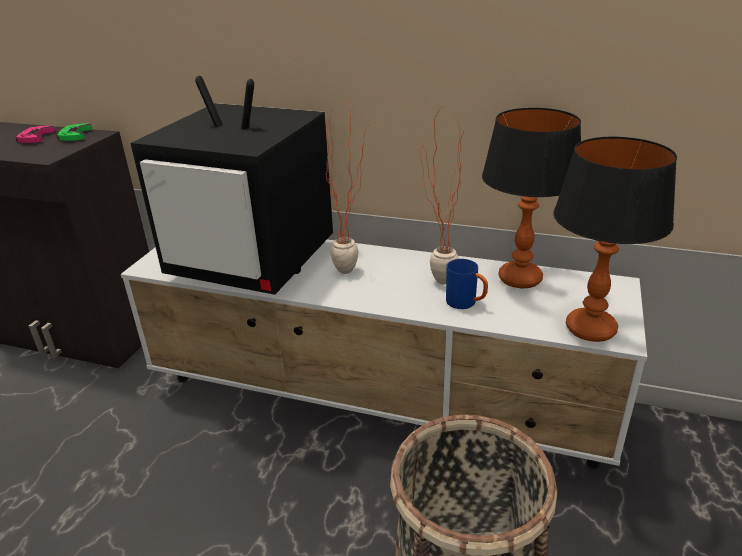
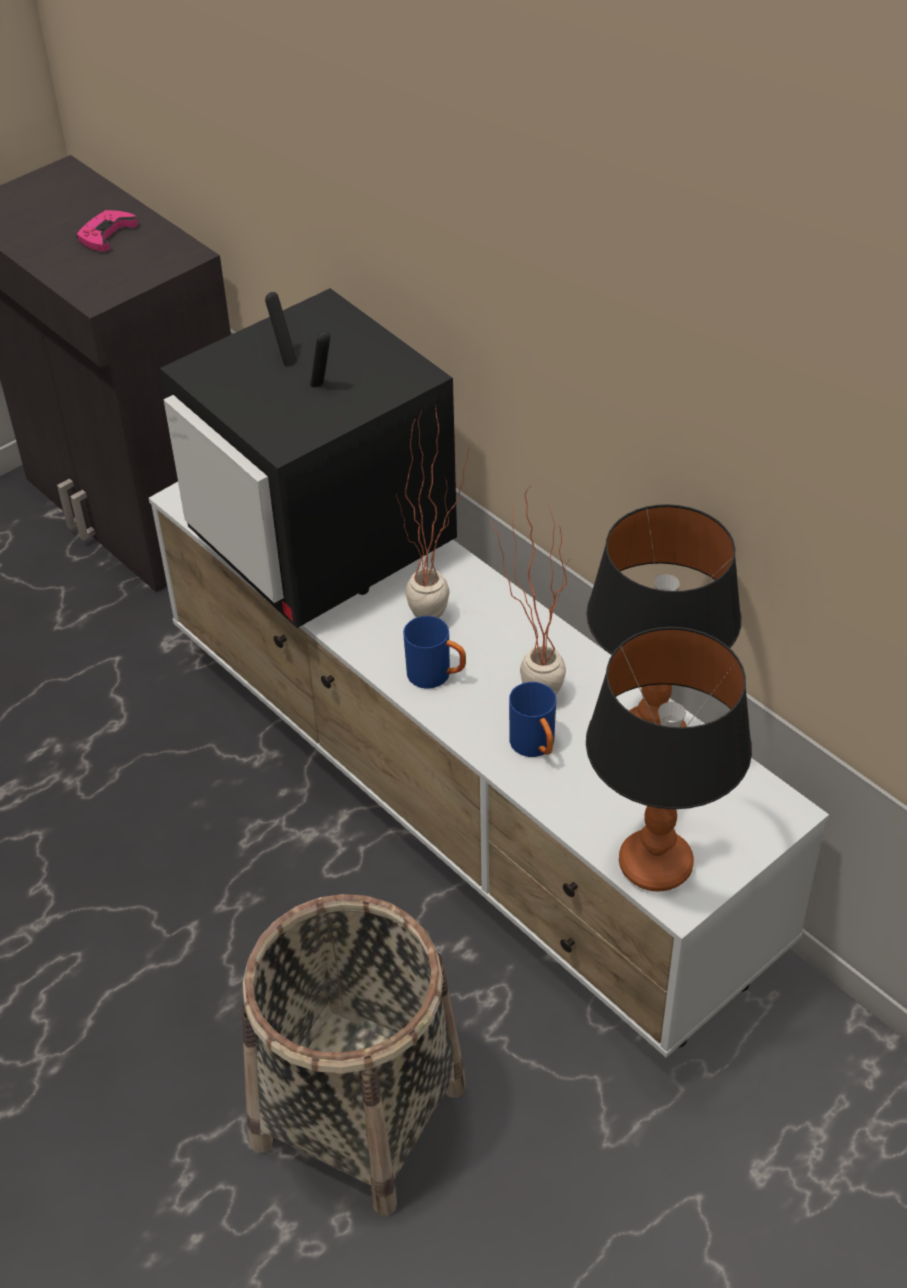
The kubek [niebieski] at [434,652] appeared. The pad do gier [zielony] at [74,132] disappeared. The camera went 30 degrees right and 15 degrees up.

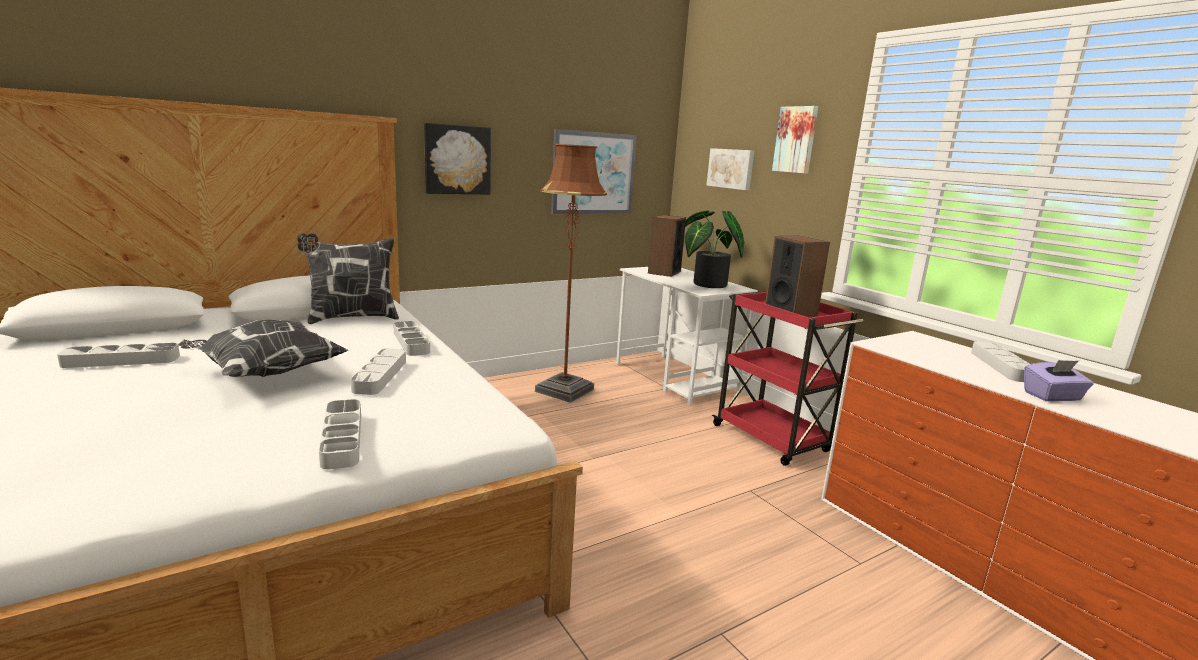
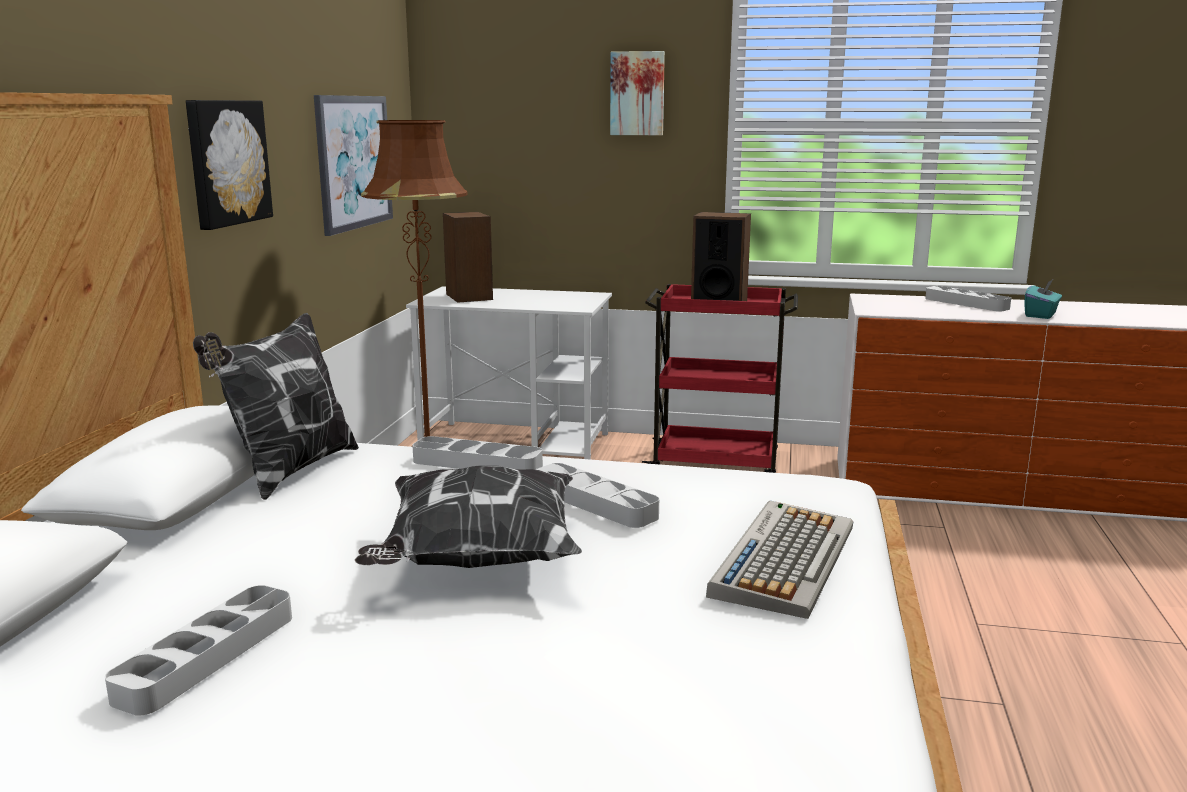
The taca [szary] at [340,434] was replaced by the klawiatura at [779,559]. The pudełko chusteczek [fioletowy] at [1059,381] became the pudełko chusteczek [turkusowy] at [1043,299]. The roślina doniczkowa at [713,249] disappeared. The obraz at [730,169] disappeared. The camera went 45 degrees left and 0 degrees up.

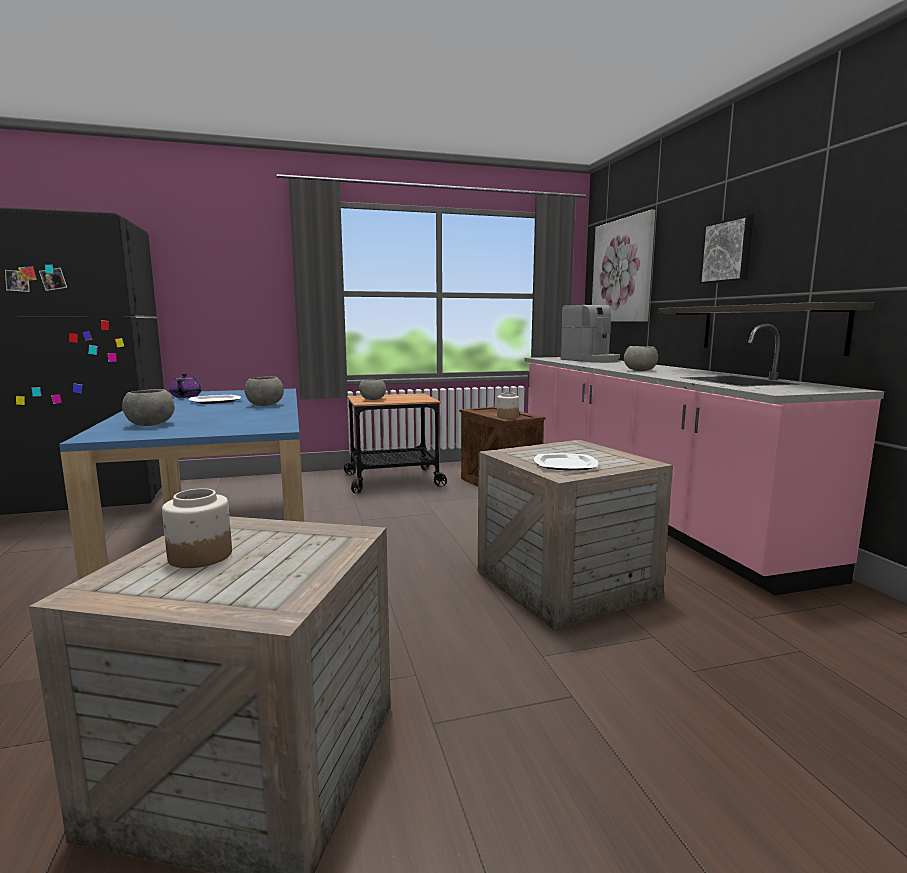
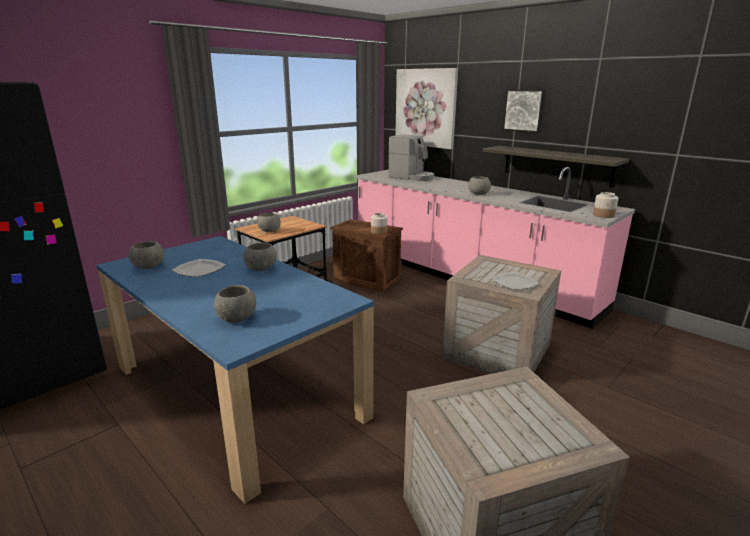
The imbryk [fioletowy] at [185,386] was replaced by the miska [szary] at [146,255]. The słoik moved from [197,528] to [606,205]. The camera went 30 degrees left and 10 degrees up.

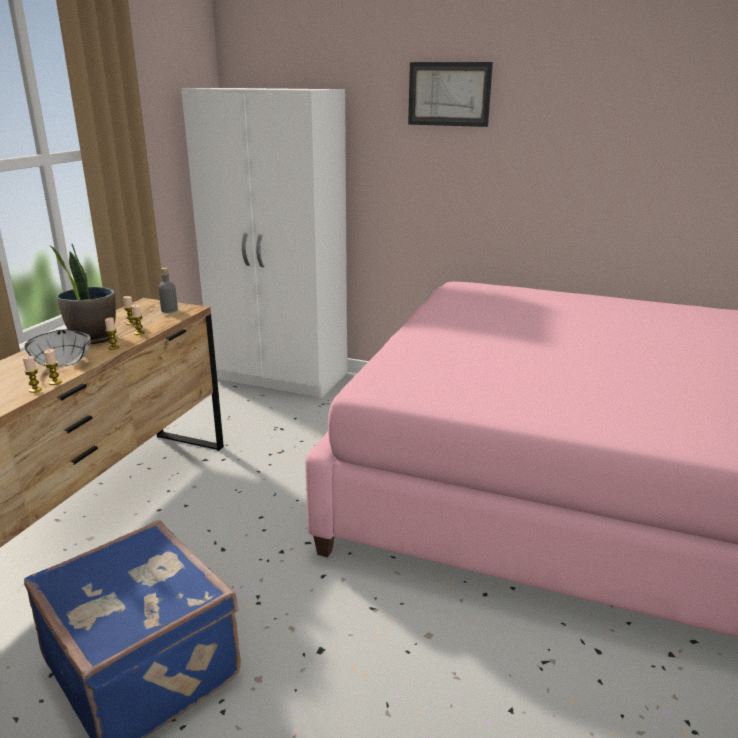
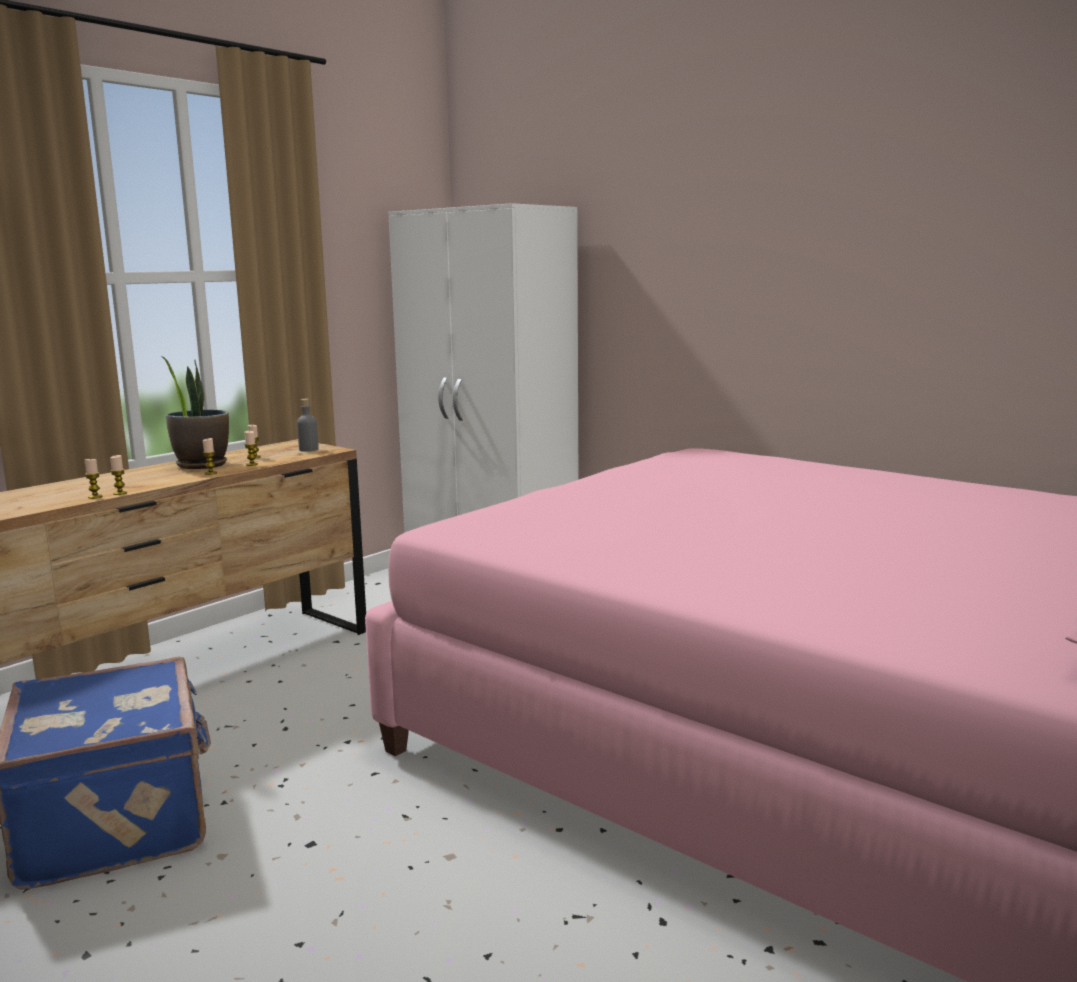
The miska [biały] at [57,348] disappeared. The obraz at [450,94] disappeared. The camera went 20 degrees right and 10 degrees down.

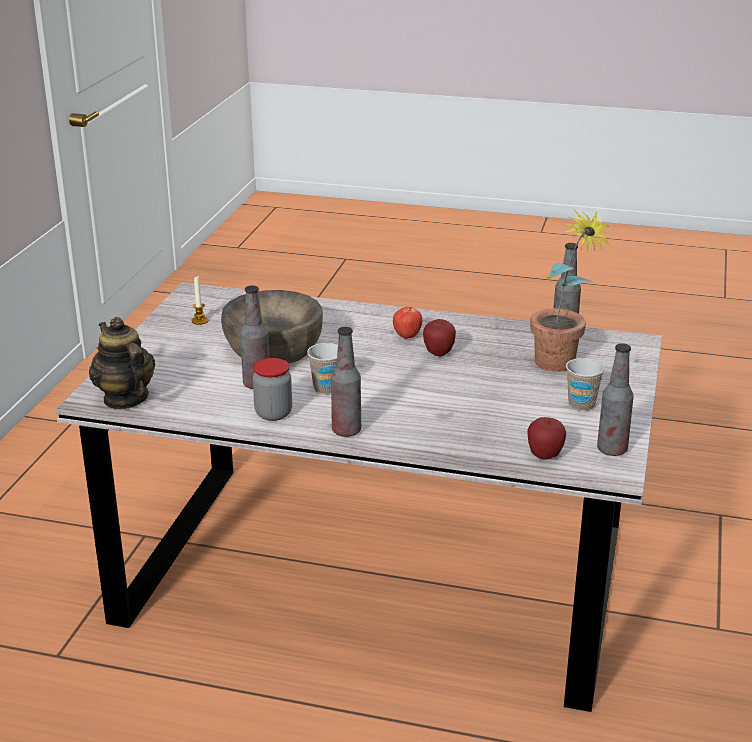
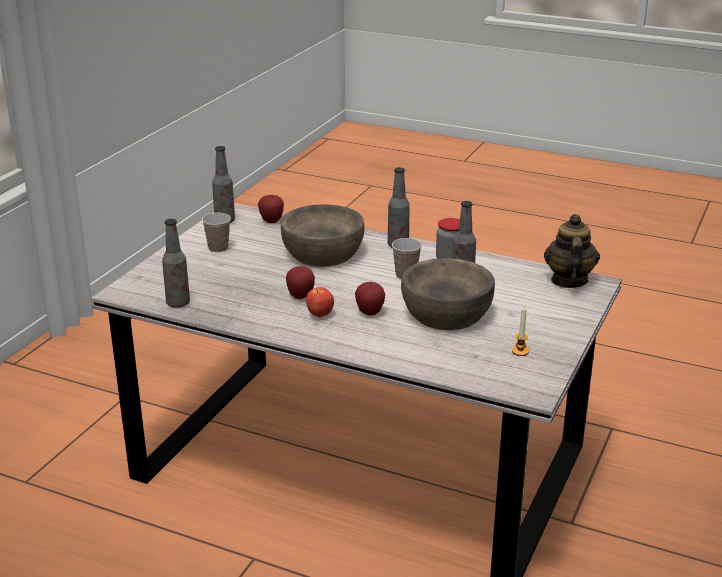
The miska [brązowy] at [323,235] appeared. The jabłko at [370,298] appeared. The imbryk at [122,363] turned 150 degrees counterclockwise. The roślina doniczkowa at [572,290] disappeared. The camera went 170 degrees left and 0 degrees up.

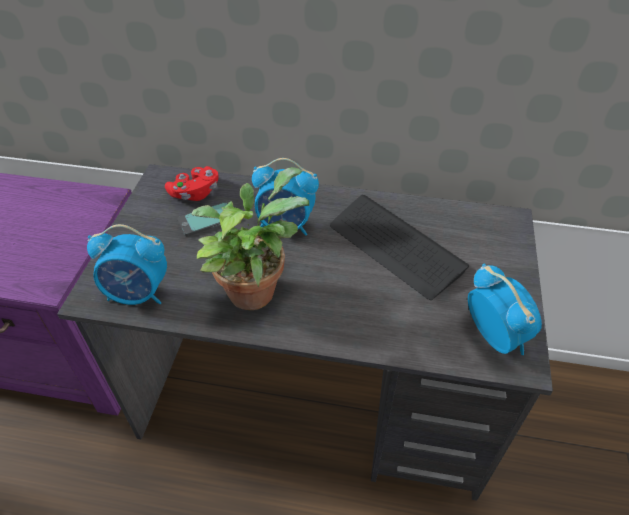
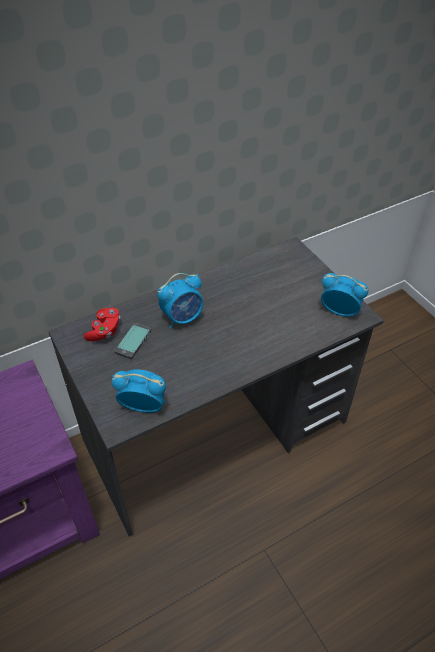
The budzik at [127,264] turned 135 degrees counterclockwise. The roślina doniczkowa at [250,238] disappeared. The klawiatura at [399,247] disappeared. The camera went 40 degrees left and 0 degrees up.

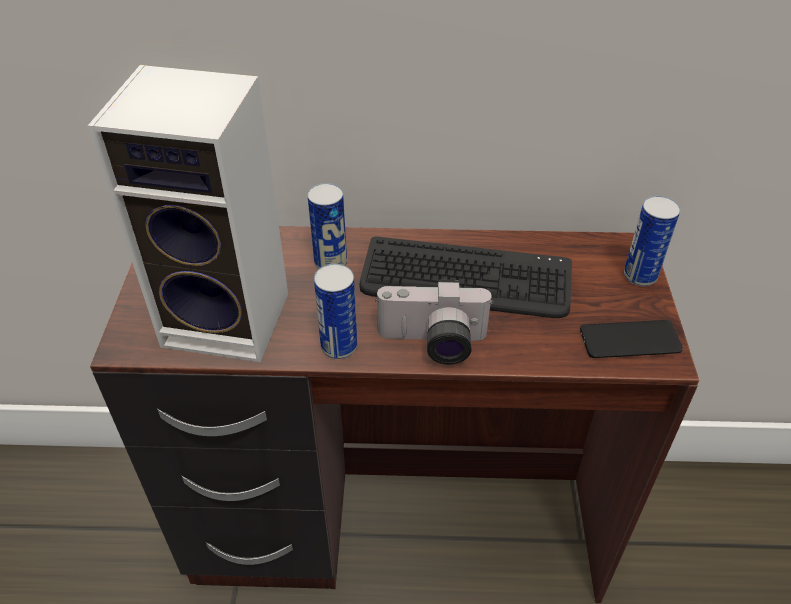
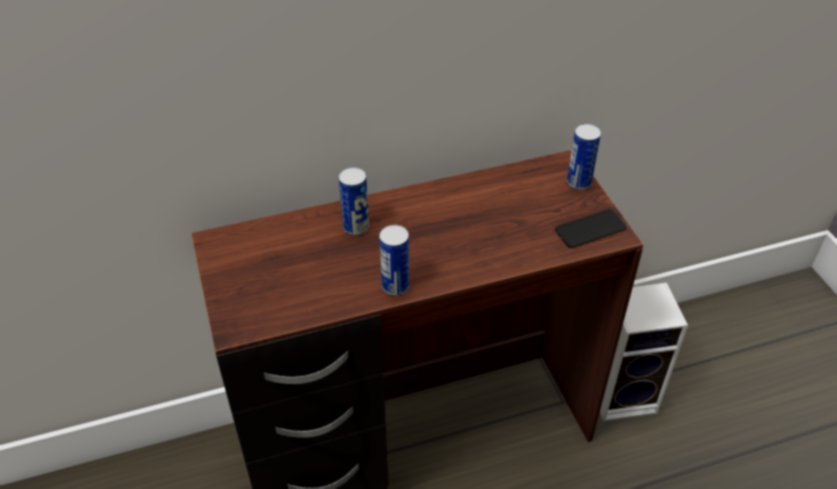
The głośnik moved from [188,213] to [644,352]. The klawiatura at [465,277] disappeared. The aparat fotograficzny at [434,322] disappeared. The camera went 20 degrees left and 0 degrees up.

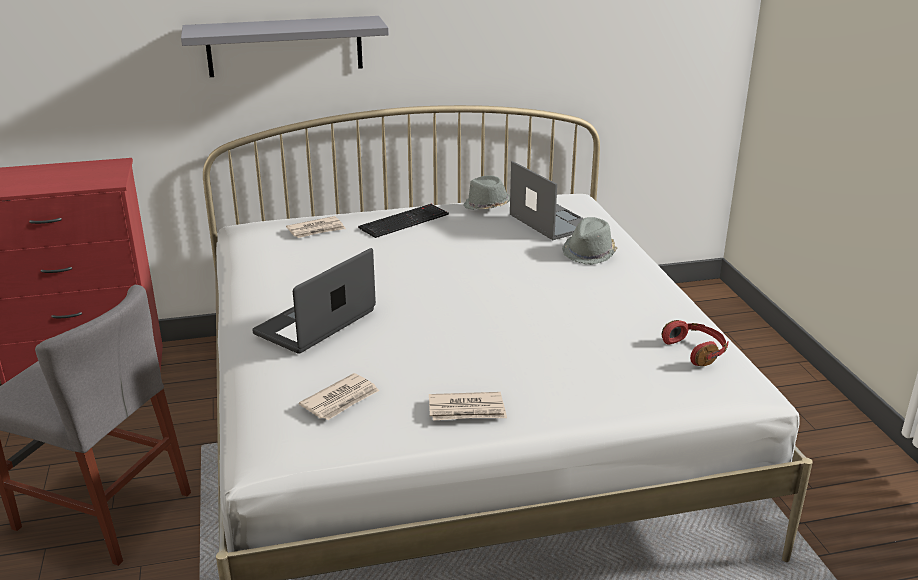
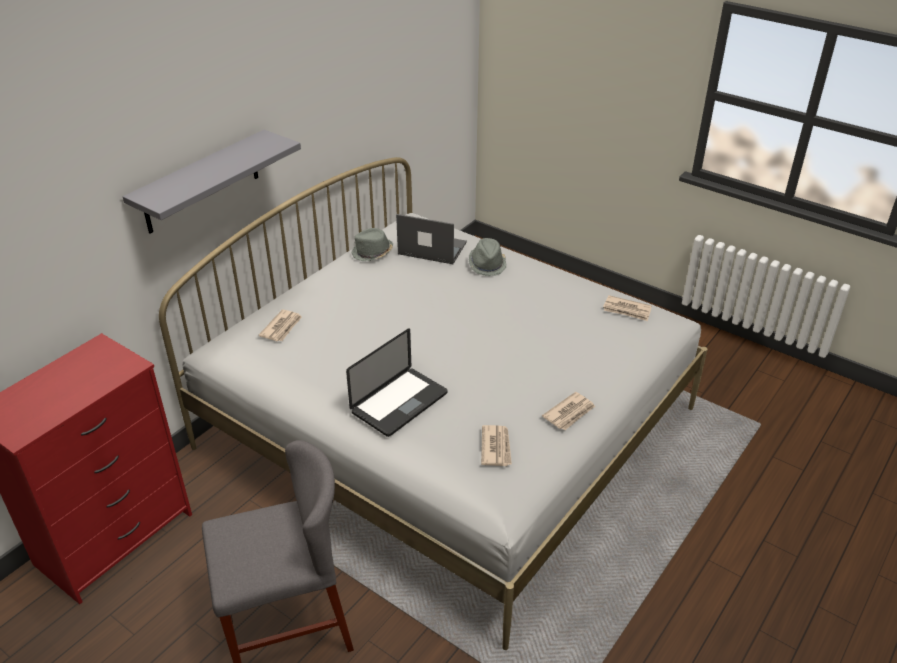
The laptop at [314,301] turned 135 degrees counterclockwise. The słuchawki [czerwony] at [695,343] was replaced by the gazeta at [627,308]. The klawiatura at [403,221] disappeared. The camera went 40 degrees left and 10 degrees up.

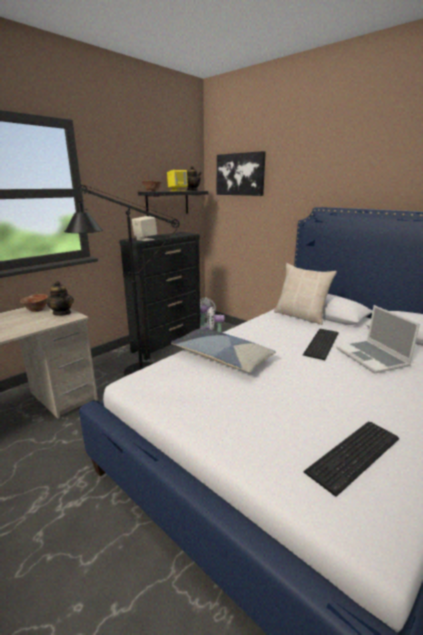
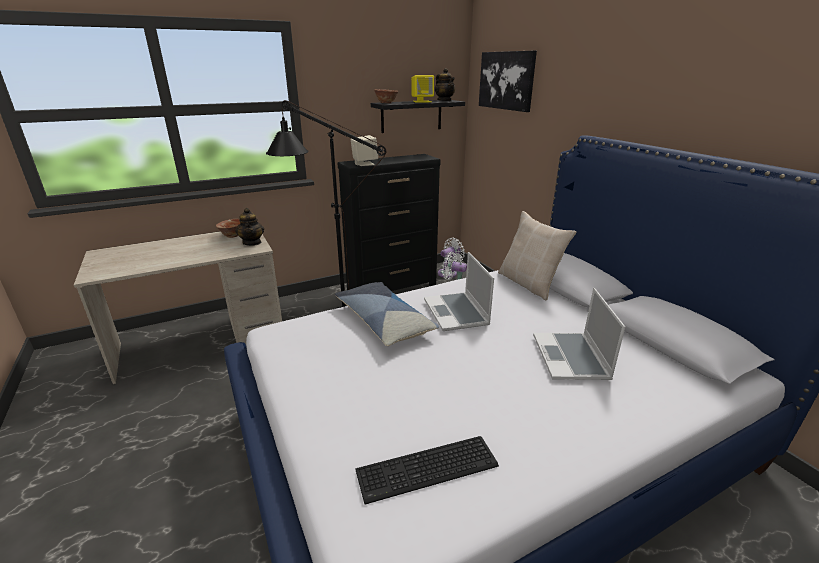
The laptop at [459,291] appeared. The klawiatura at [320,344] disappeared. The camera went 20 degrees right and 5 degrees up.

